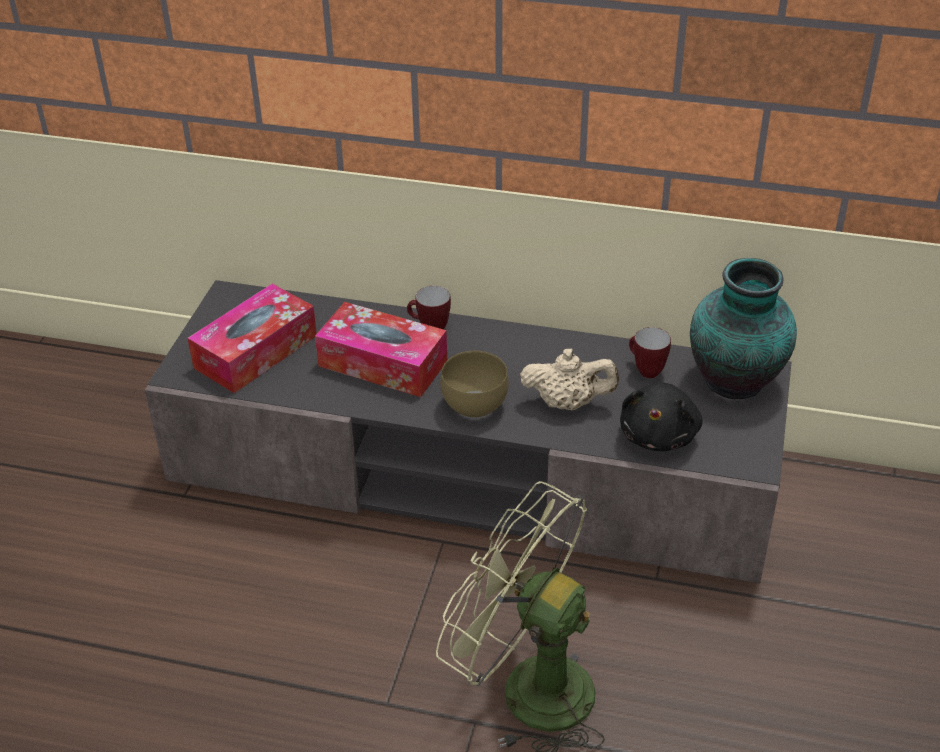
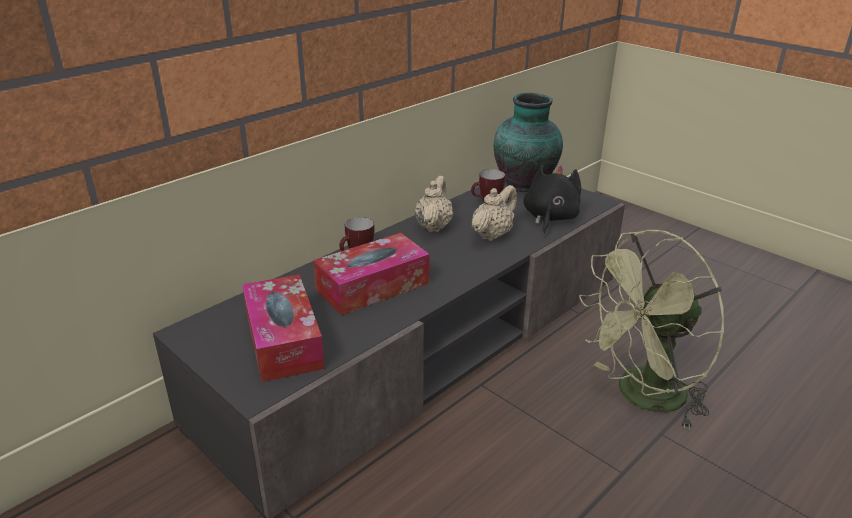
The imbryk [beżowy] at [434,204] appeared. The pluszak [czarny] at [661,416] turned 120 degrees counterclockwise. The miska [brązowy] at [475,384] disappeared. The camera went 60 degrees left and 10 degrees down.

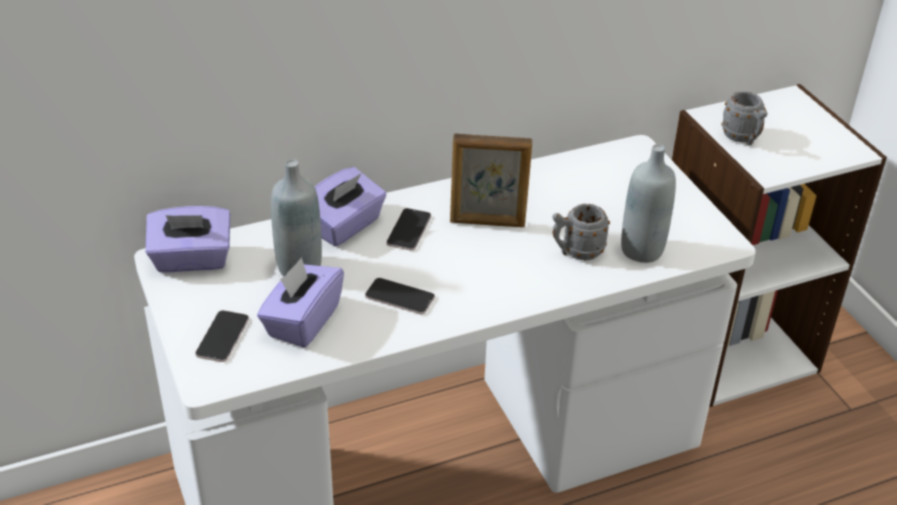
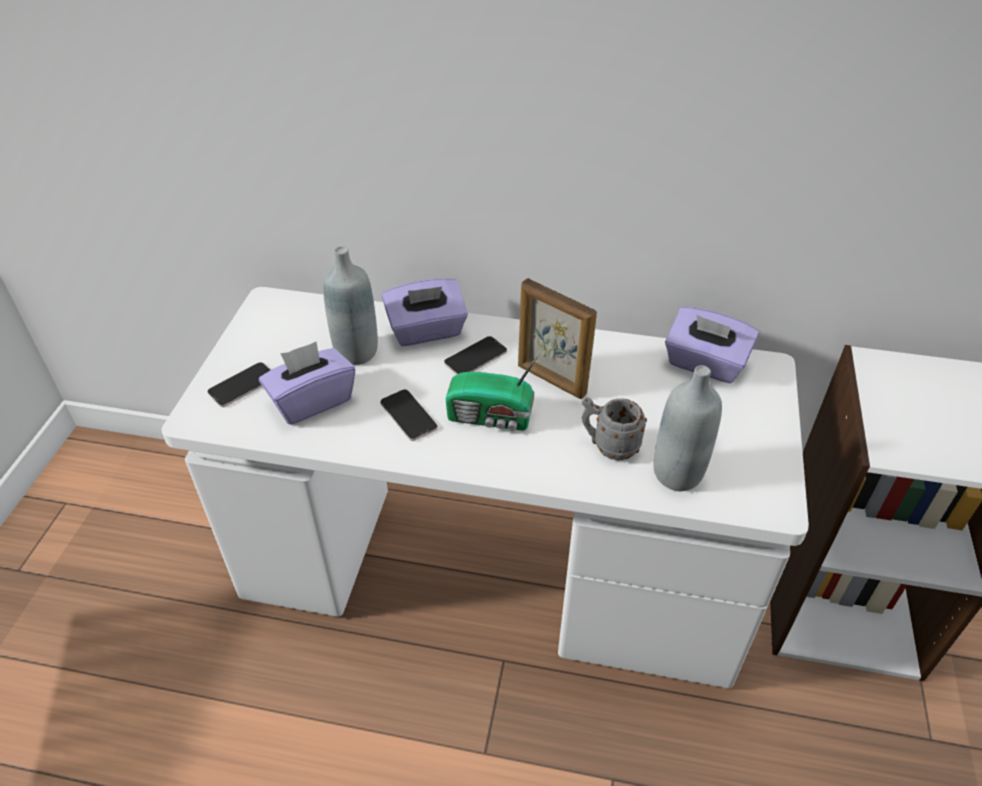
The radio at [493,390] appeared. The pudełko chusteczek [fioletowy] moved from [187,239] to [712,345]. The kubek [szary] at [744,118] disappeared. The camera went 35 degrees right and 5 degrees up.

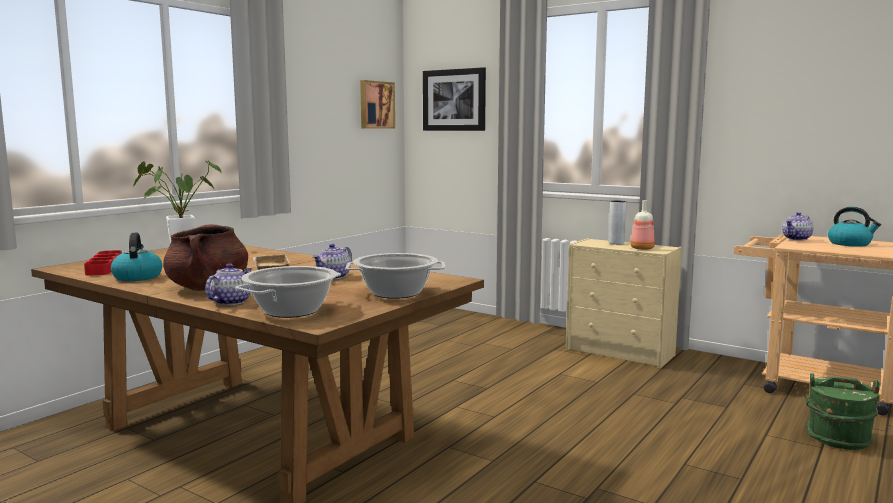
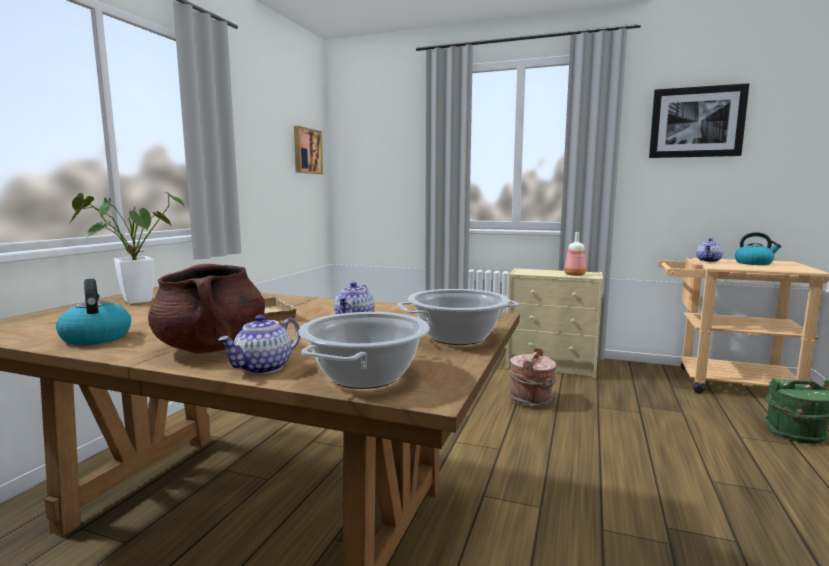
The imbryk at [228,285] turned 150 degrees counterclockwise. The wiadro [brązowy] at [533,377] appeared. The obraz moved from [454,99] to [699,120]. The taca [czerwony] at [103,263] disappeared. The wazon [szary] at [617,223] disappeared. The camera went 15 degrees left and 0 degrees up.

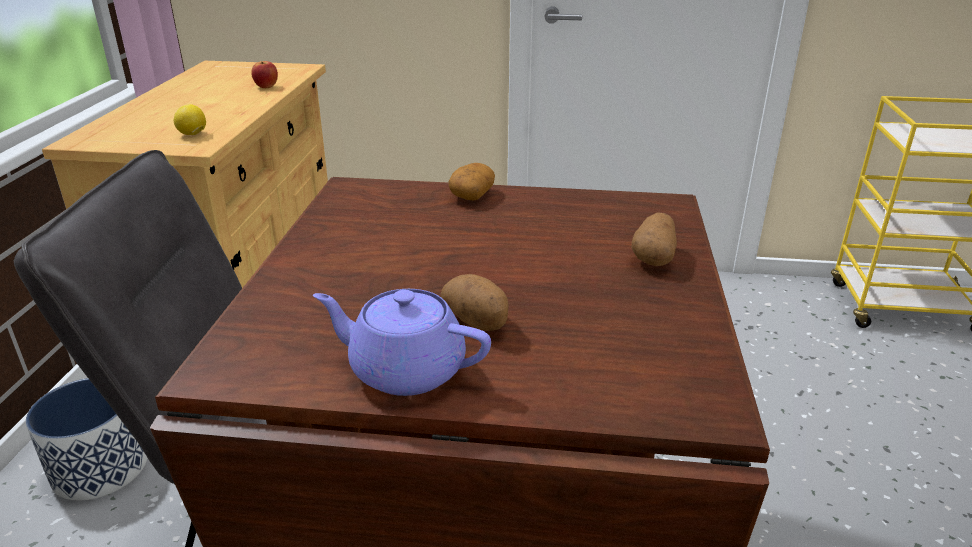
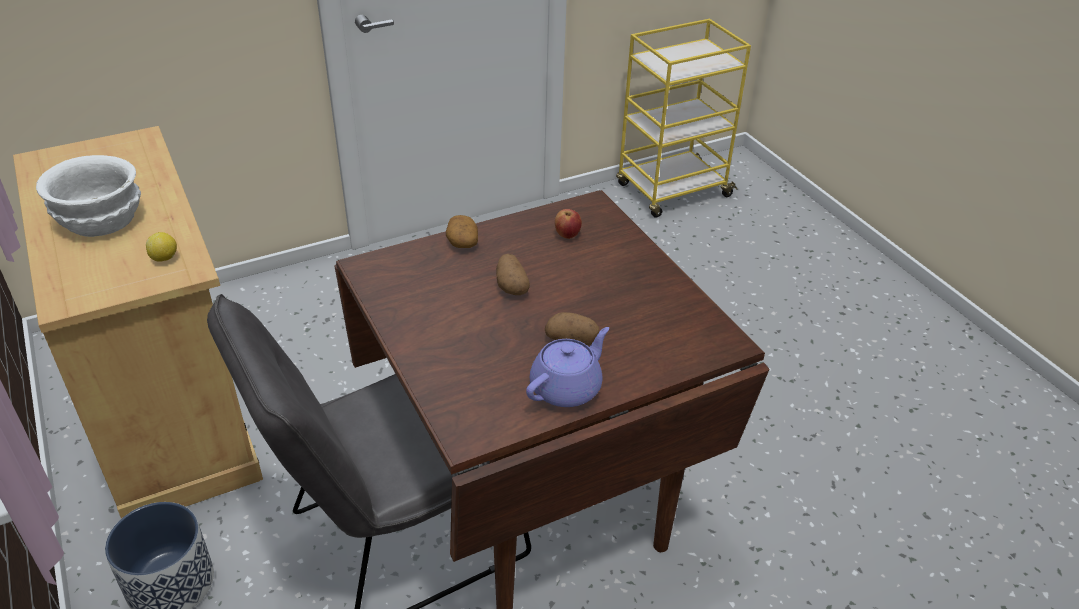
The miska [biały] at [88,196] appeared. The ziemniak moved from [654,239] to [513,274]. The imbryk [fioletowy] at [402,342] turned 150 degrees clockwise. The jabłko moved from [264,74] to [568,224]. The camera went 35 degrees left and 10 degrees up.

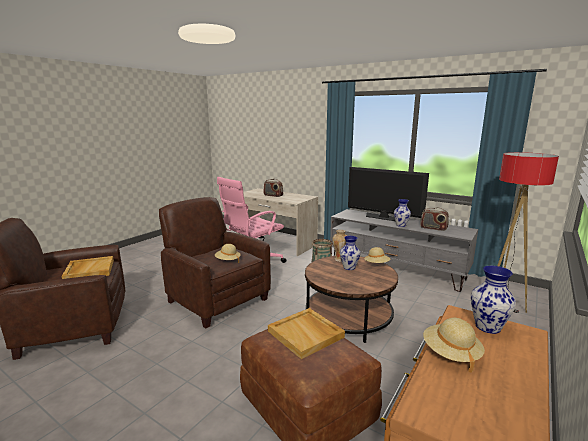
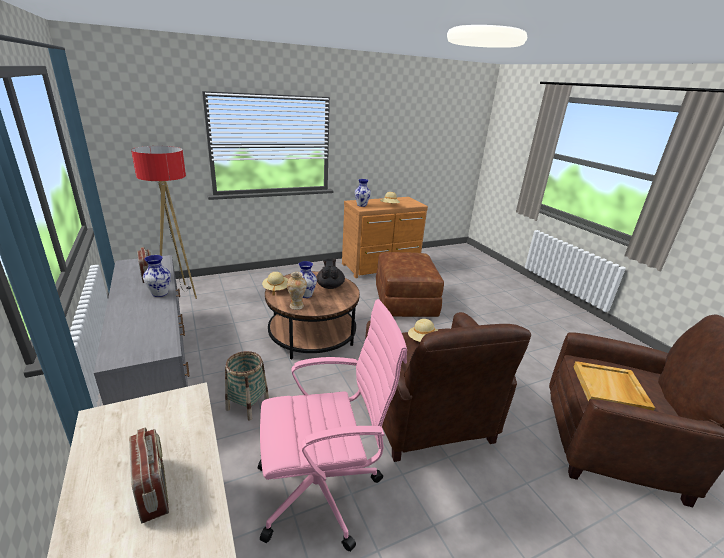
The imbryk [czarny] at [330,273] appeared. The taca [beżowy] at [306,333] disappeared. The telewizor at [388,194] disappeared. The camera went 150 degrees left and 10 degrees up.

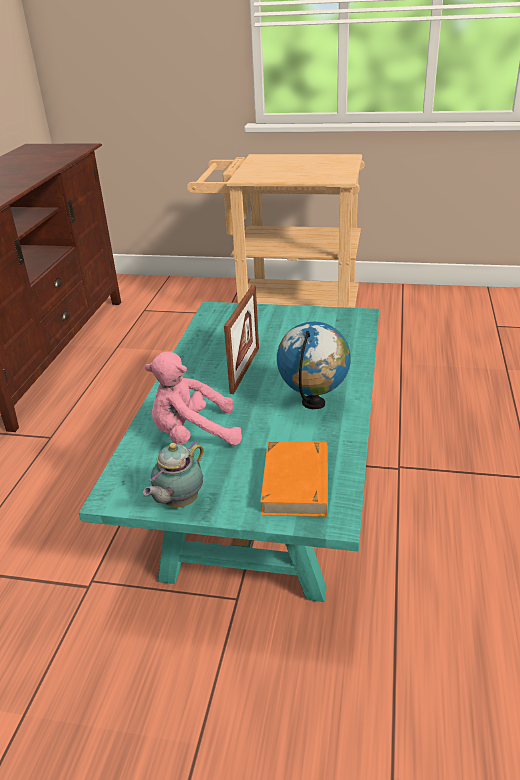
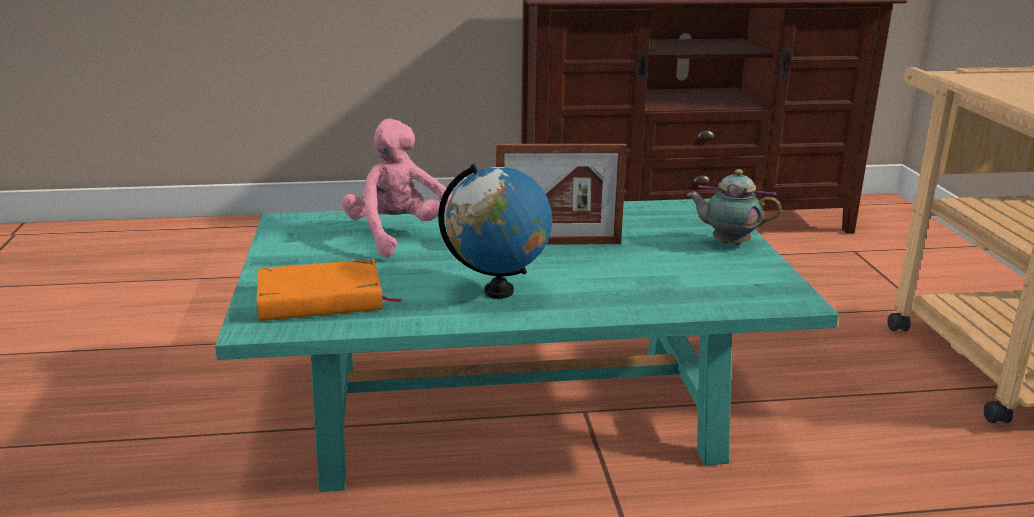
The imbryk moved from [173,473] to [734,207]. The camera went 70 degrees right and 10 degrees down.

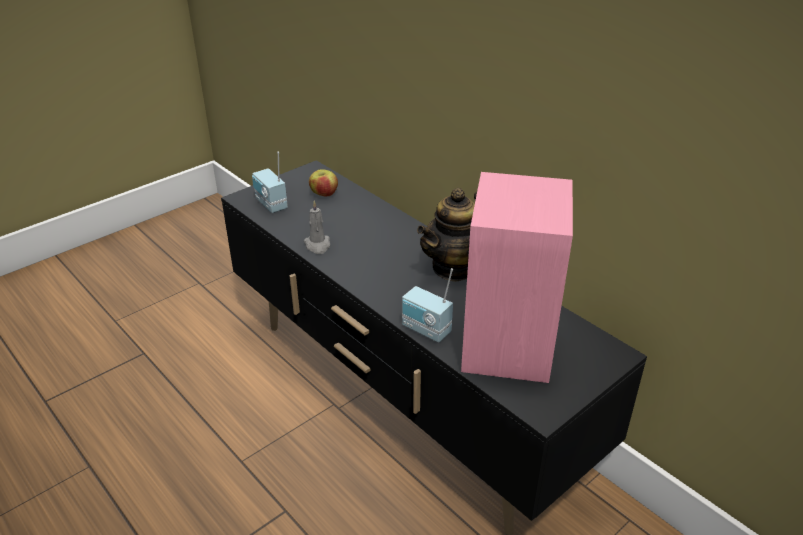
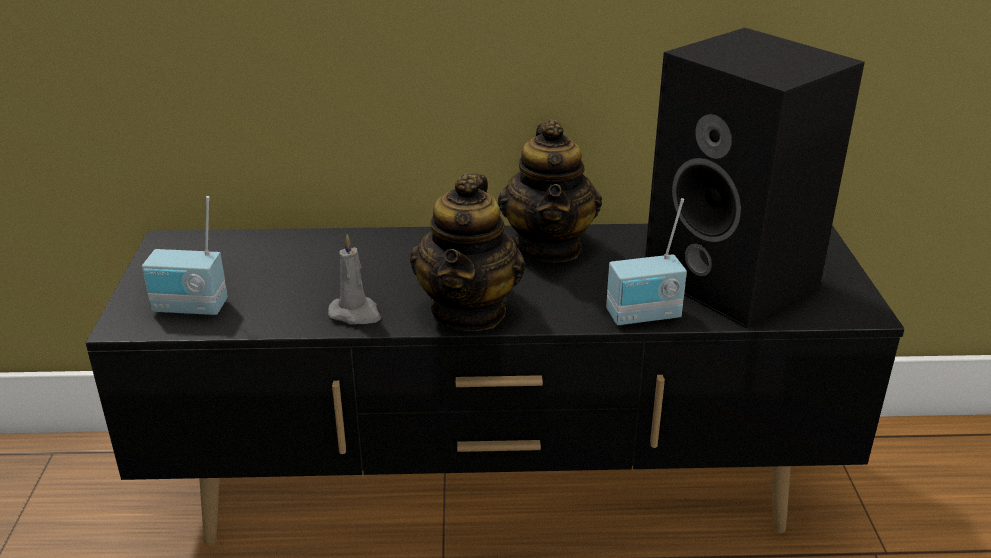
The imbryk at [468,252] appeared. The głośnik [różowy] at [517,277] became the głośnik [czarny] at [755,178]. The jabłko at [323,182] disappeared. The camera went 50 degrees left and 5 degrees down.

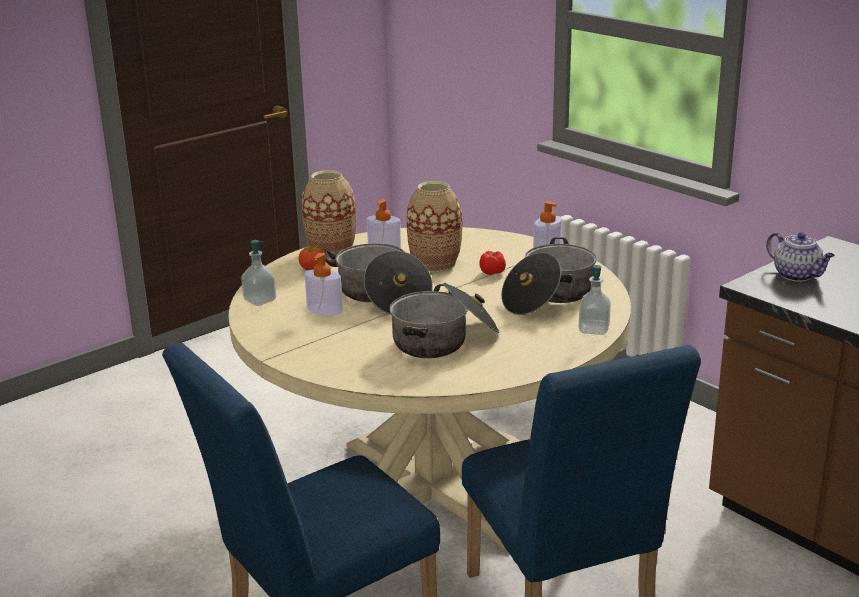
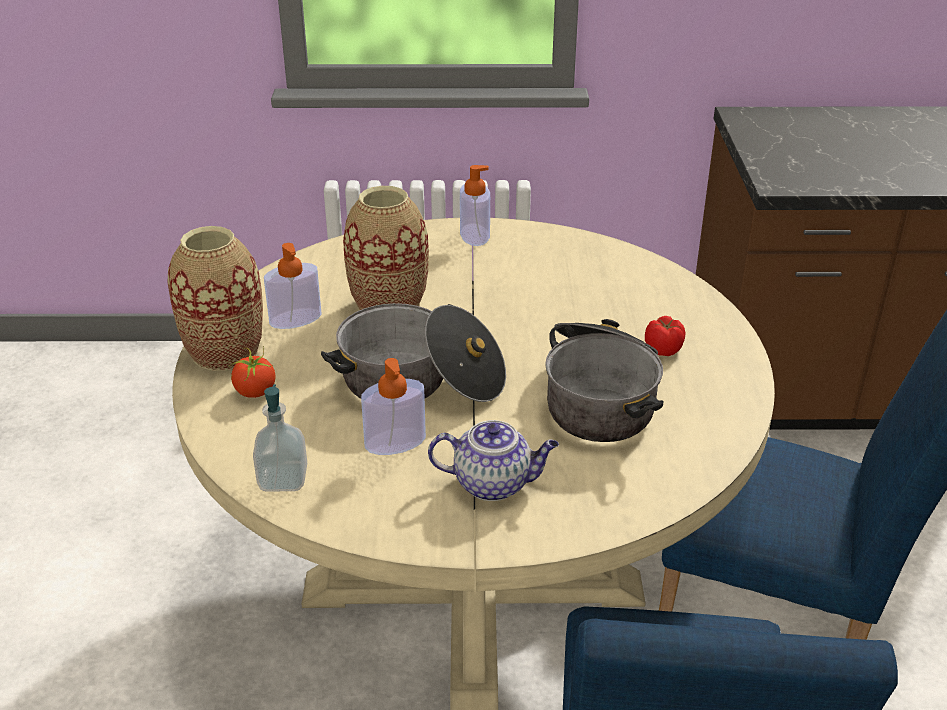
The imbryk moved from [800,256] to [493,460]. The pomidor moved from [492,263] to [665,336]. The garnek at [549,276] disappeared. The dozownik mydła at [595,300] disappeared. The camera went 50 degrees left and 10 degrees up.

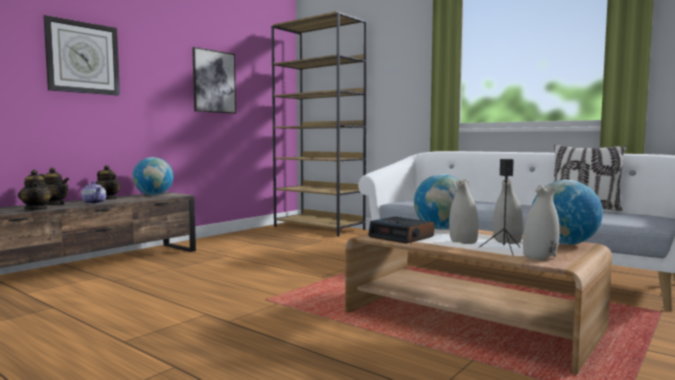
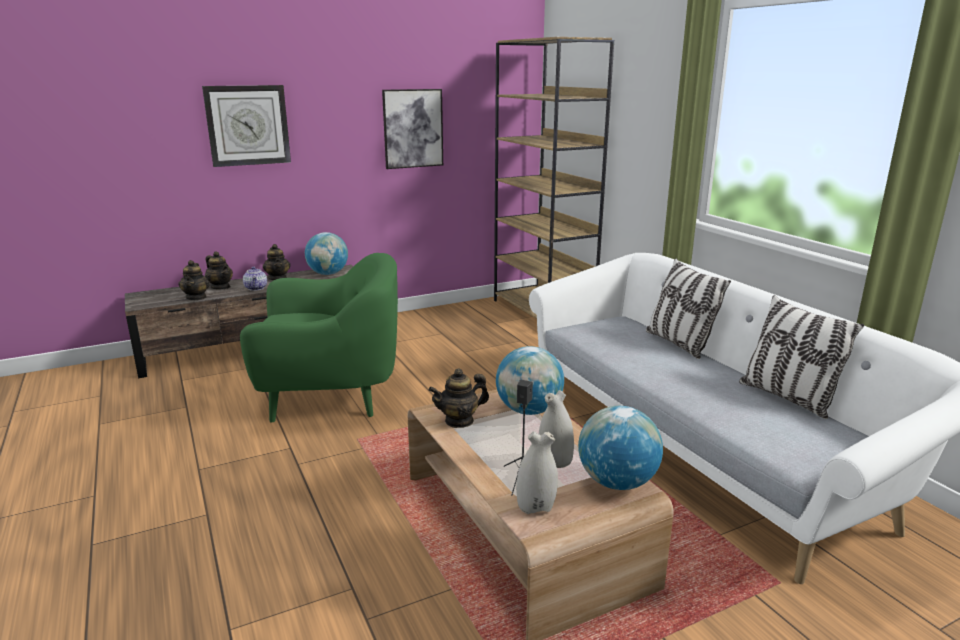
The fotel [zielony] at [319,337] appeared. The budzik at [401,230] was replaced by the imbryk at [459,398]. The poduszka at [688,309] appeared. The wazon [biały] at [464,211] disappeared. The camera went 25 degrees right and 15 degrees up.

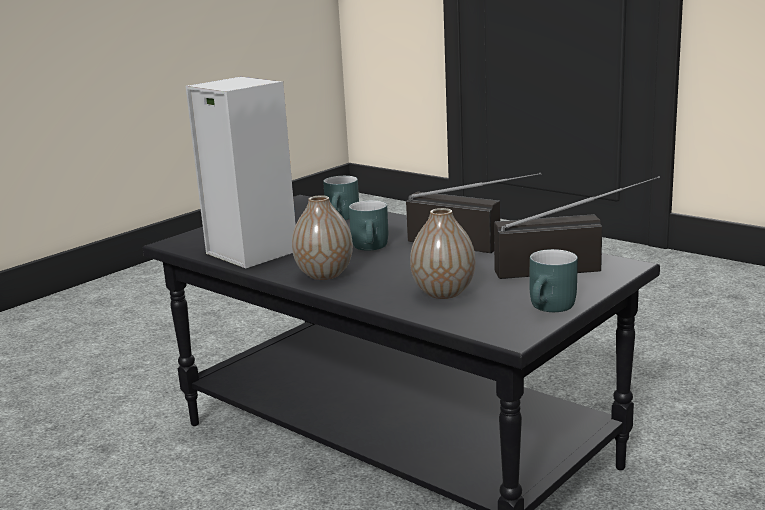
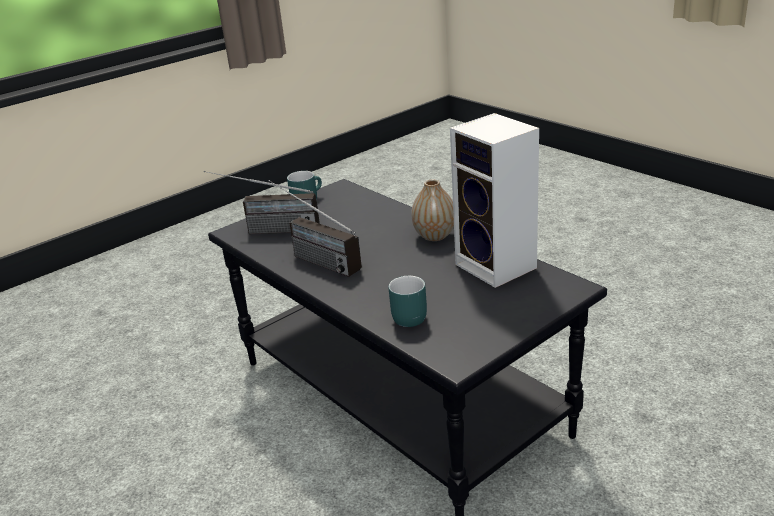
The kubek [turkusowy] at [368,225] disappeared. The wazon at [442,253] disappeared. The camera went 170 degrees left and 10 degrees up.

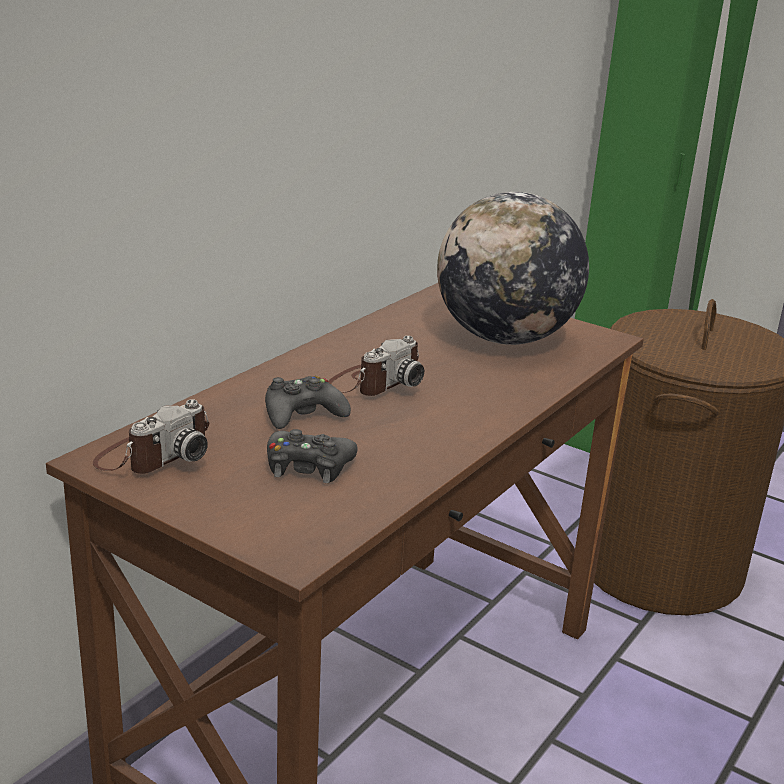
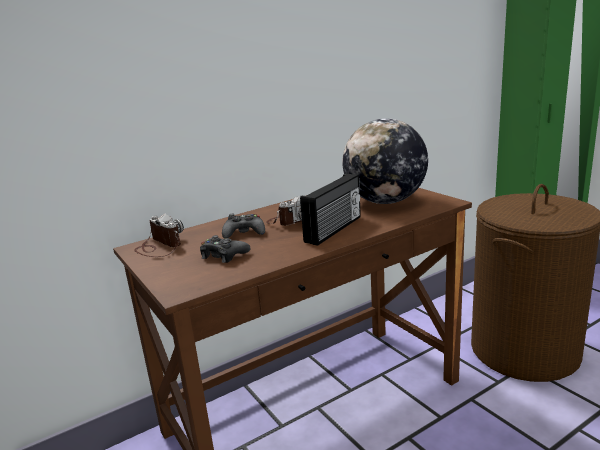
The aparat fotograficzny at [151,436] turned 105 degrees counterclockwise. The radio at [330,210] appeared. The camera went 25 degrees right and 5 degrees down.

